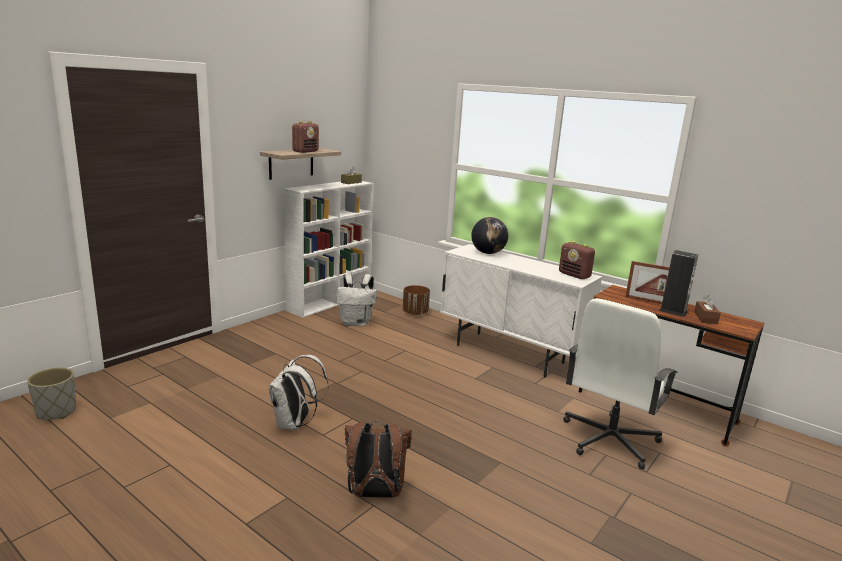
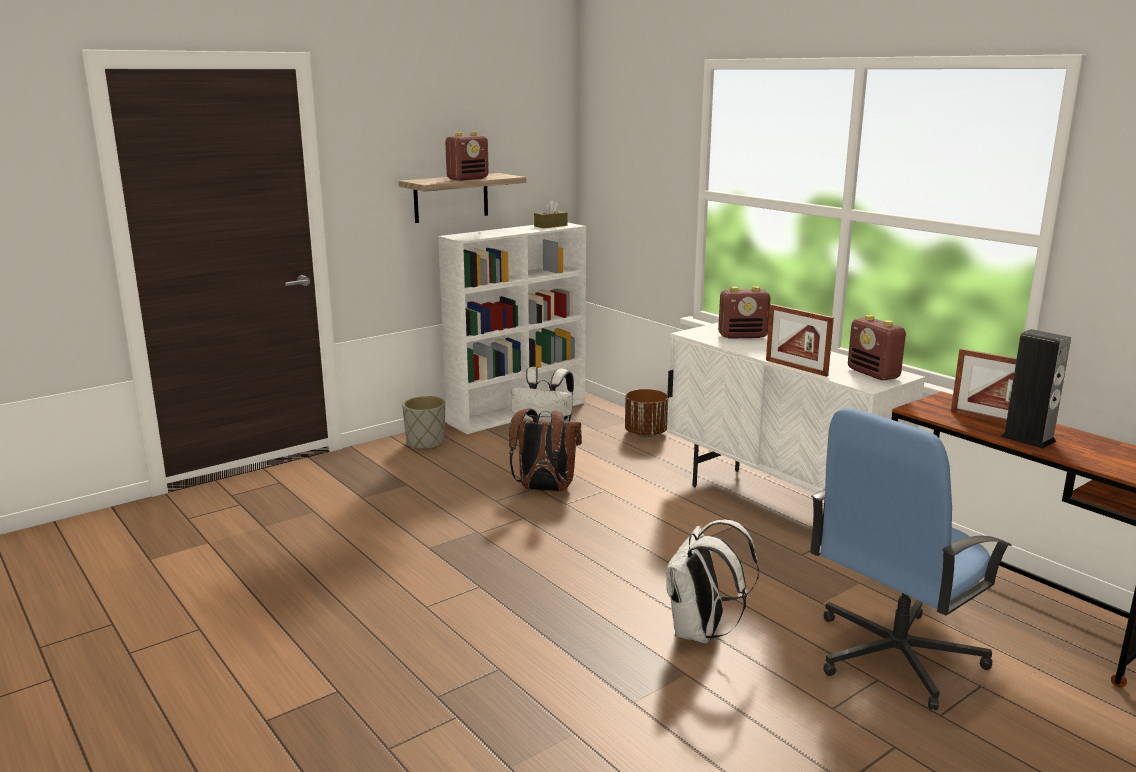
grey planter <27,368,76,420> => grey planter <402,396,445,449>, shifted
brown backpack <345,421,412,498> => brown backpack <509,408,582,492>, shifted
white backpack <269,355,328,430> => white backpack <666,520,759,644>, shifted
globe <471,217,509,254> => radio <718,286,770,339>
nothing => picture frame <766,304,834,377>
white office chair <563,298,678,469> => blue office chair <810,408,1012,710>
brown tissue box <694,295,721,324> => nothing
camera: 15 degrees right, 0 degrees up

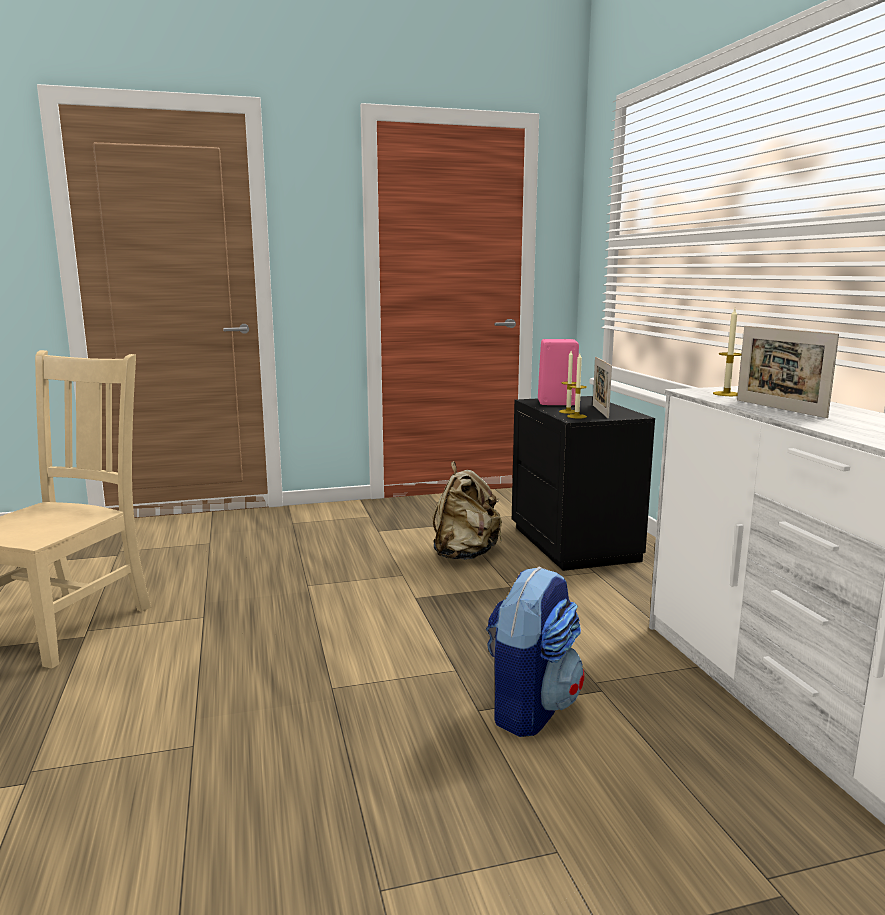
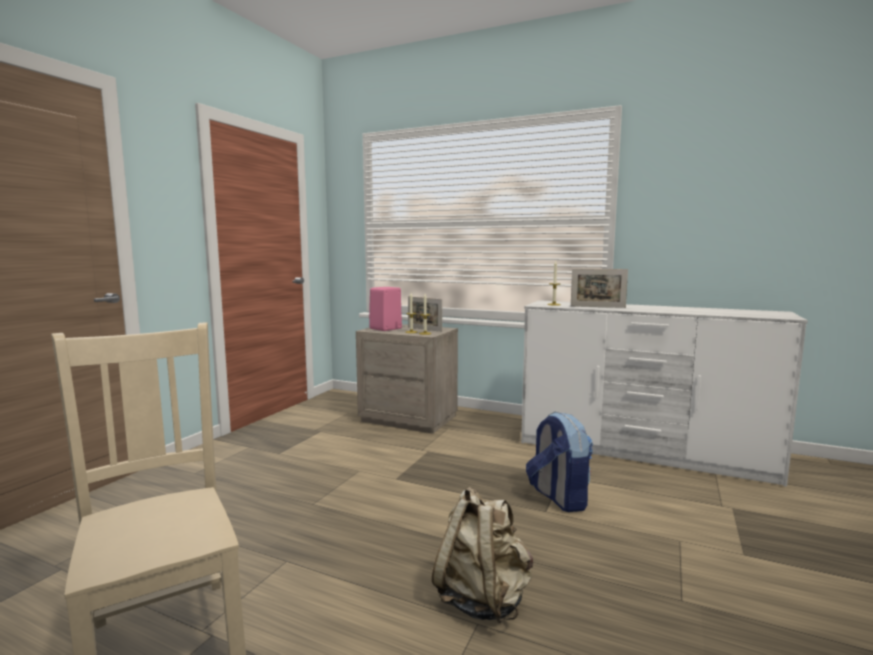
black nightstand <512,396,655,571> => beige nightstand <356,324,458,434>
beige backpack <433,461,502,560> => beige backpack <432,487,533,623>, shifted
camera: 50 degrees left, 5 degrees down

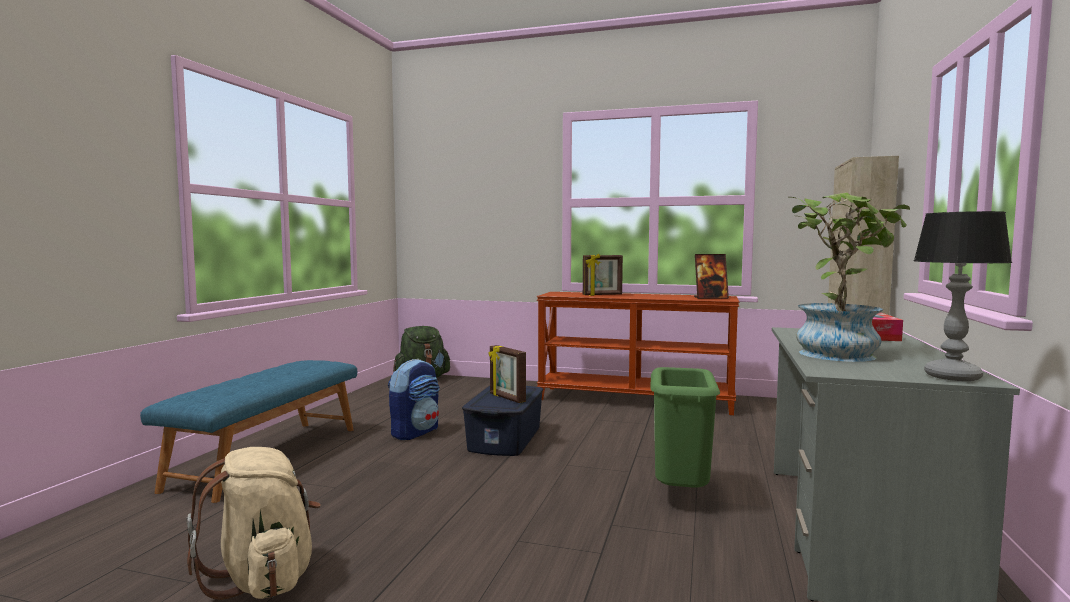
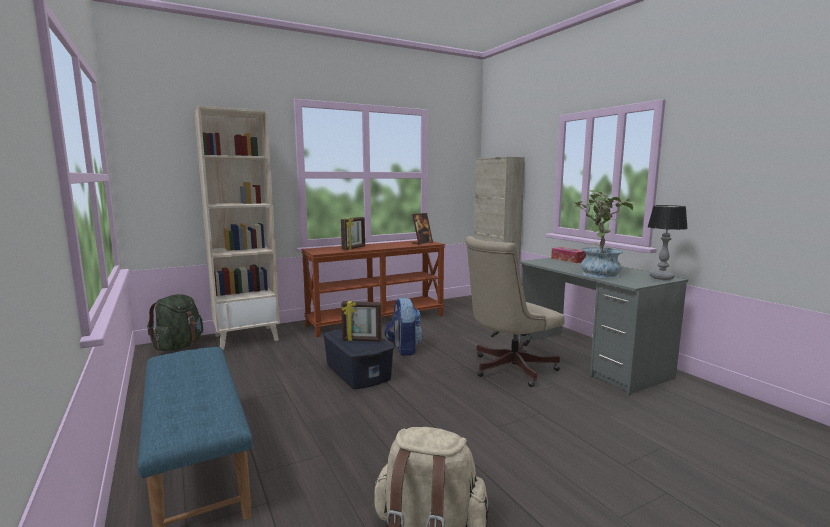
nothing => beige bookcase <194,106,280,350>
backpack <388,359,440,440> => backpack <384,297,423,356>, shifted
green trash can <650,367,720,488> => beige office chair <465,236,564,387>
camera: 45 degrees left, 5 degrees up

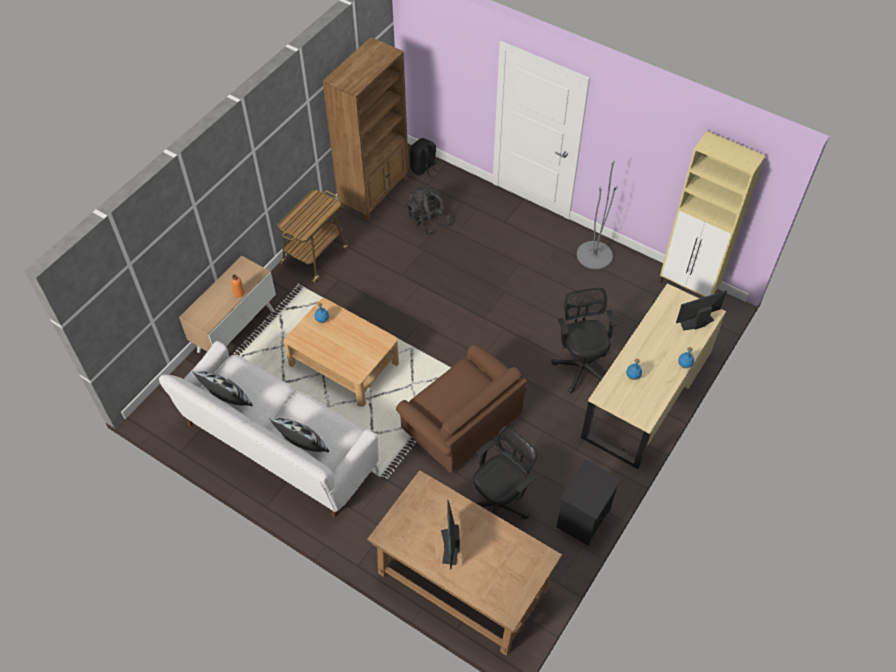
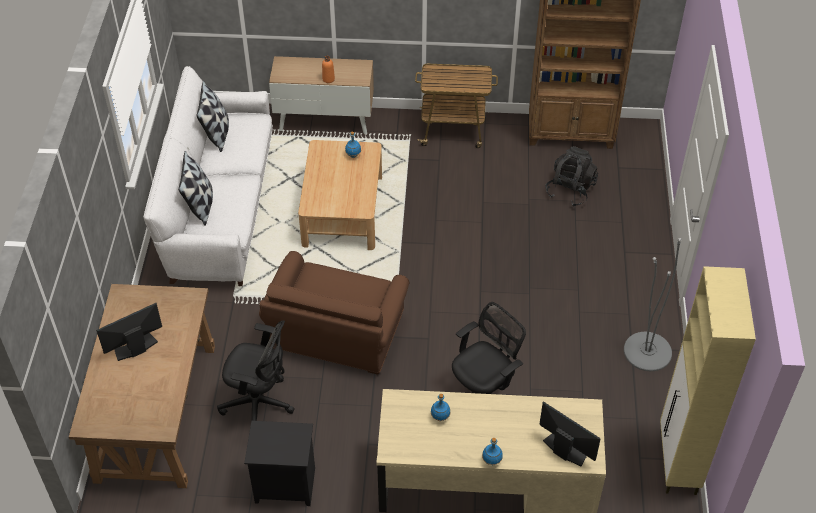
black backpack <410,138,439,178> => nothing
camera: 60 degrees right, 5 degrees down

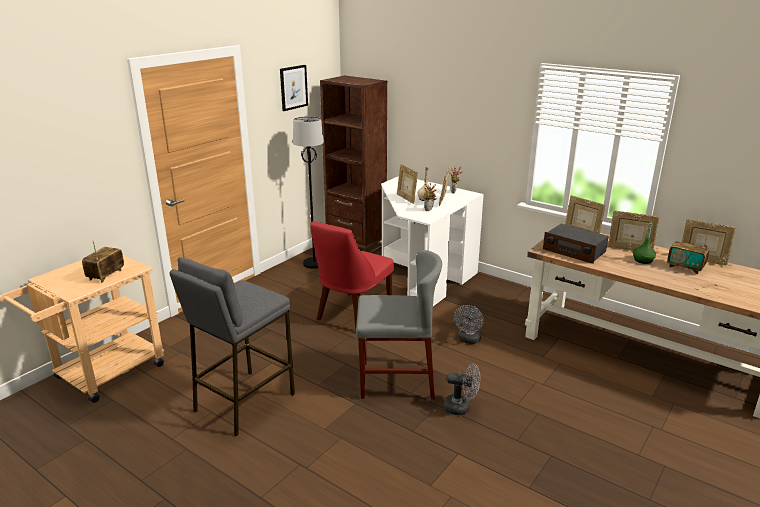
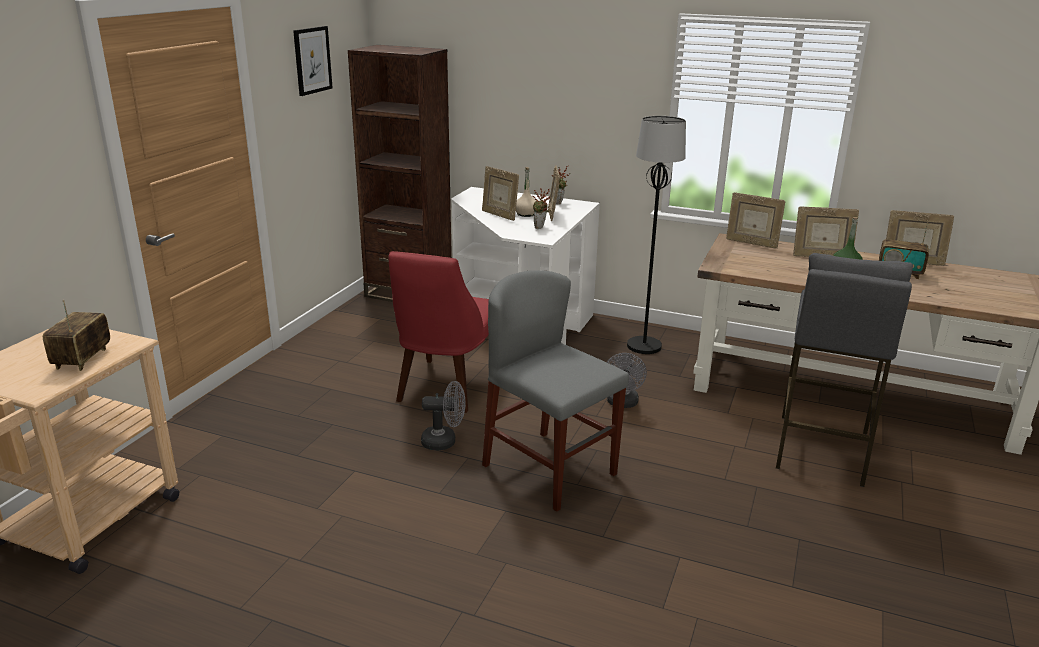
grey fan <443,364,481,415> => grey fan <421,381,466,450>, shifted
grey chair <356,250,442,400> => grey chair <482,270,629,512>, 120 degrees counterclockwise
black floor lamp <293,116,324,269> => black floor lamp <627,116,686,354>, shifted
grey stool <169,257,295,436> => grey stool <776,253,913,487>, shifted
radio <543,224,609,264> => nothing
camera: 15 degrees left, 0 degrees up

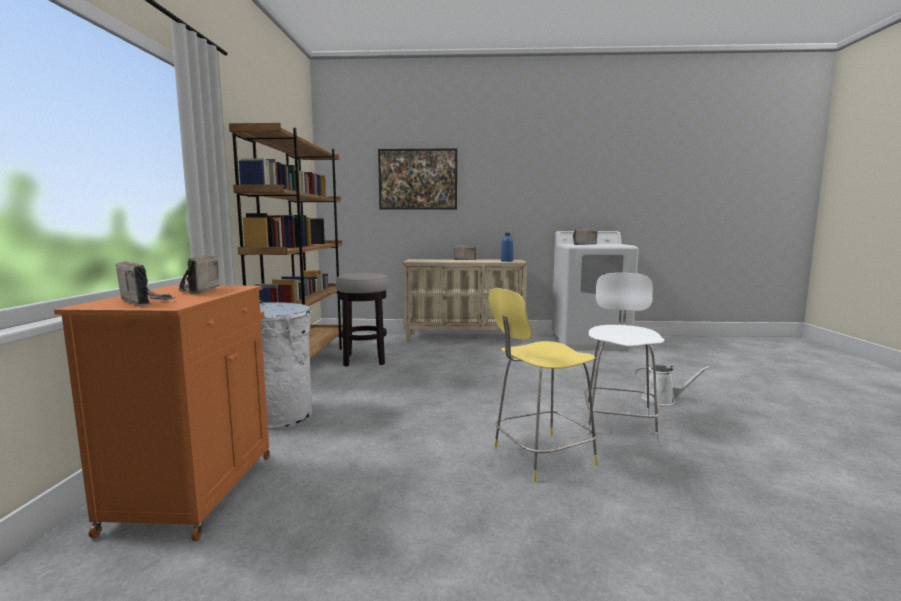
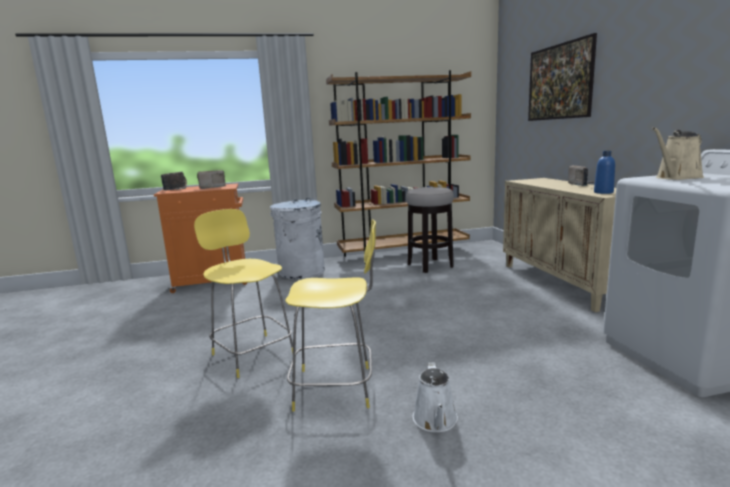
white stool <584,273,665,442> => yellow stool <285,220,376,412>
radio <573,229,598,245> => beige watering can <652,127,704,180>
camera: 75 degrees right, 5 degrees up

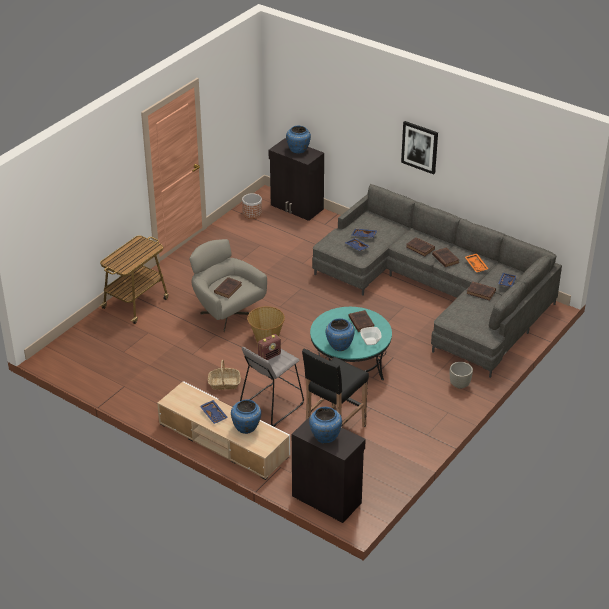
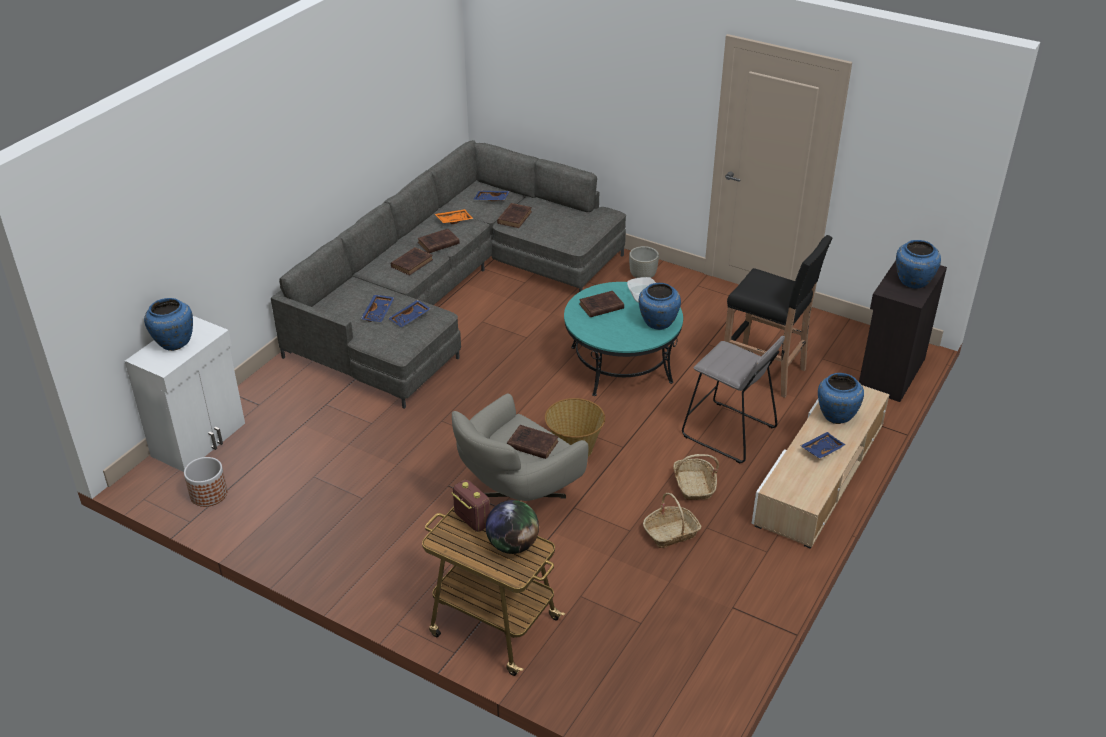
black cabinet <269,138,324,221> => white cabinet <125,316,245,472>
radio <258,334,281,360> => radio <451,480,490,532>, shifted
nothing => globe <486,500,539,554>
nothing => basket <643,493,701,548>
picture <401,121,438,174> => nothing
camera: 95 degrees left, 0 degrees up

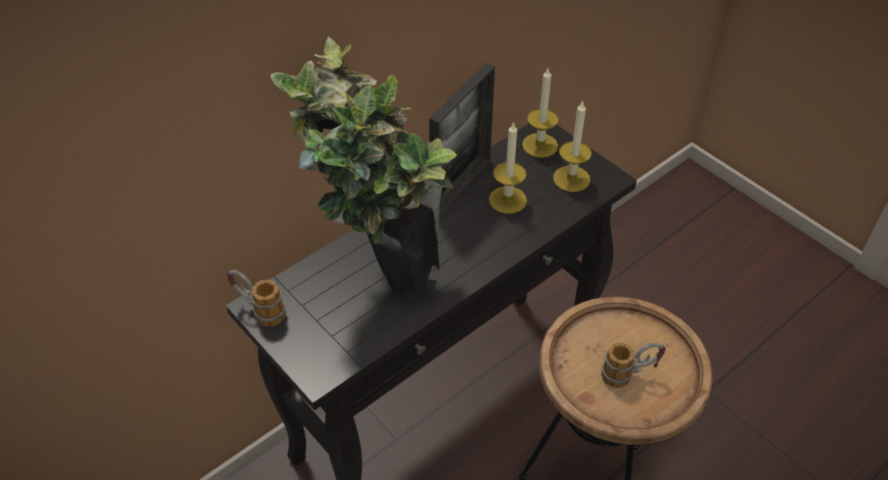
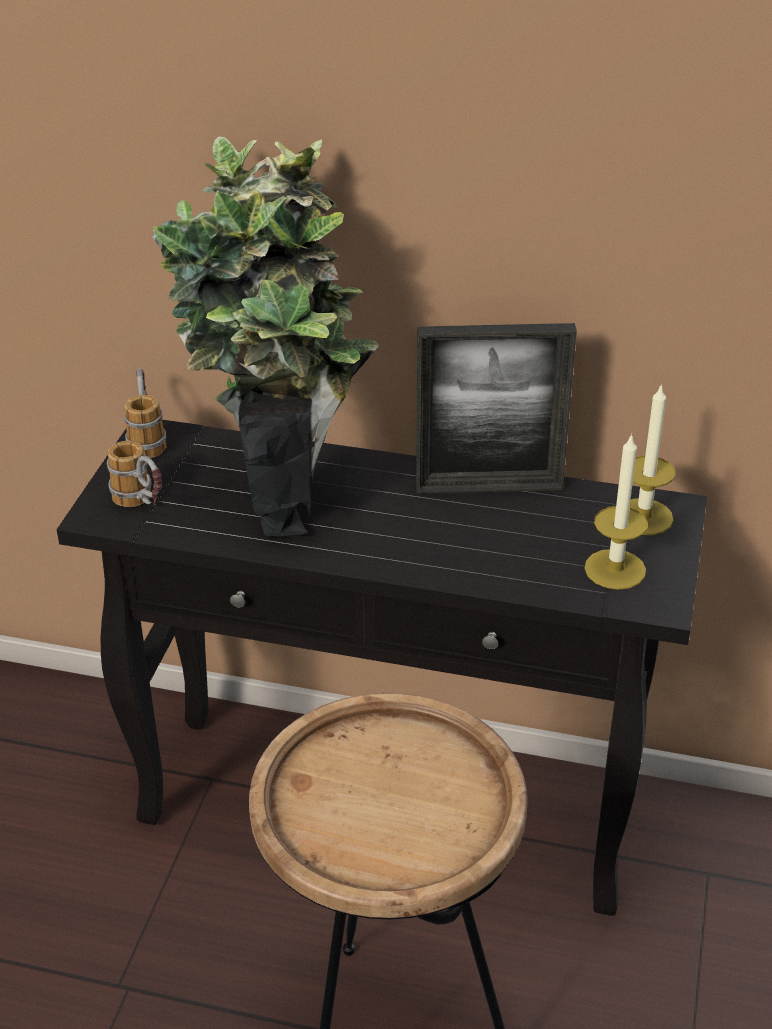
mug <601,342,666,388> => mug <107,441,162,507>, shifted
candle <489,121,527,214> => nothing
camera: 55 degrees right, 10 degrees down

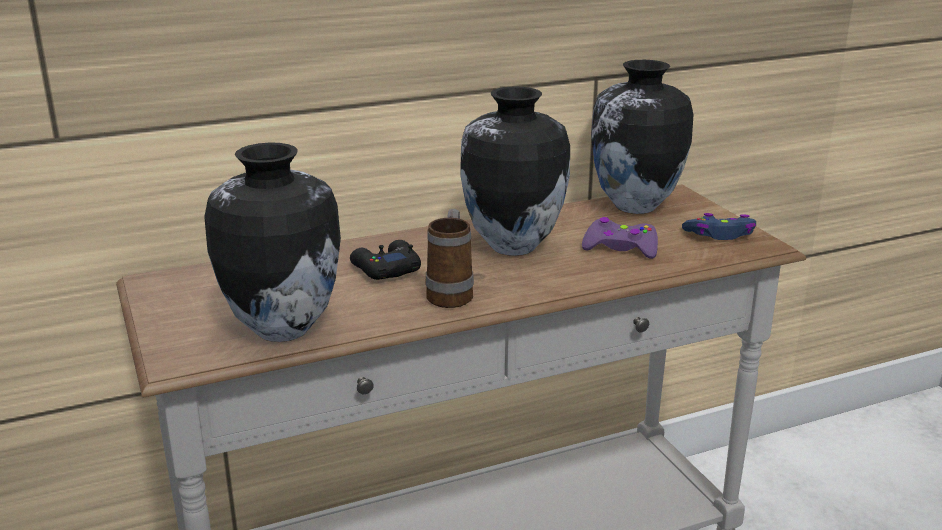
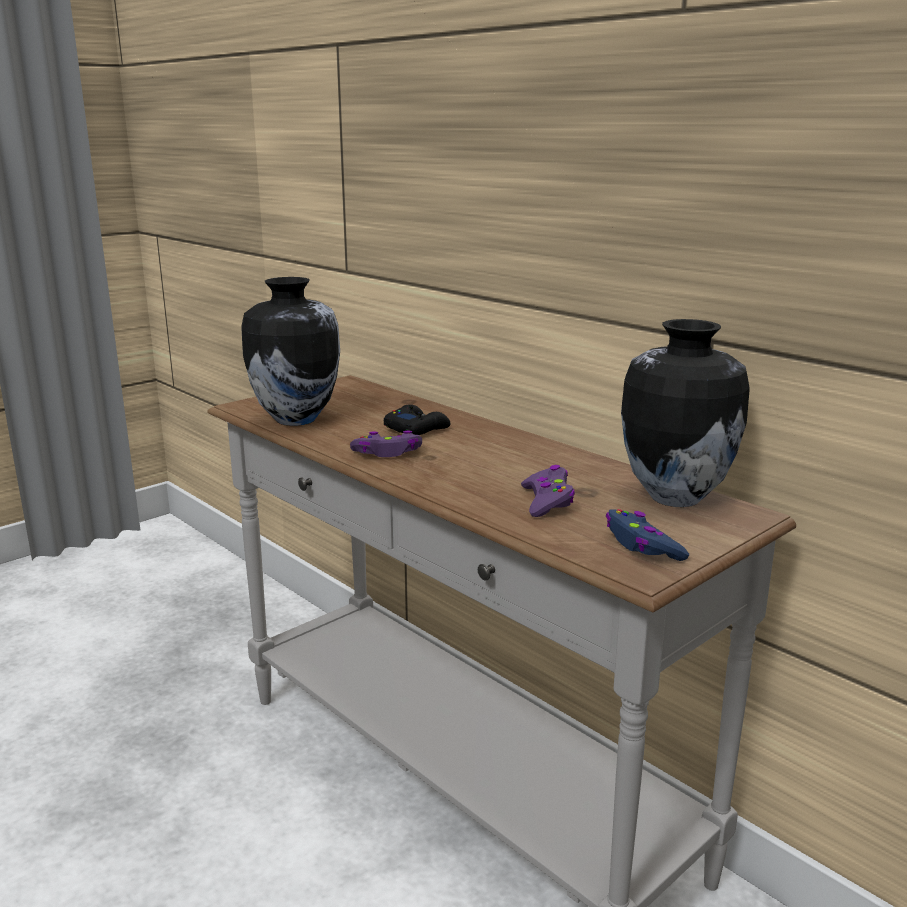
mug <426,209,474,308> => purple game controller <350,430,422,457>
vase <460,86,570,256> => nothing
camera: 70 degrees right, 5 degrees down

